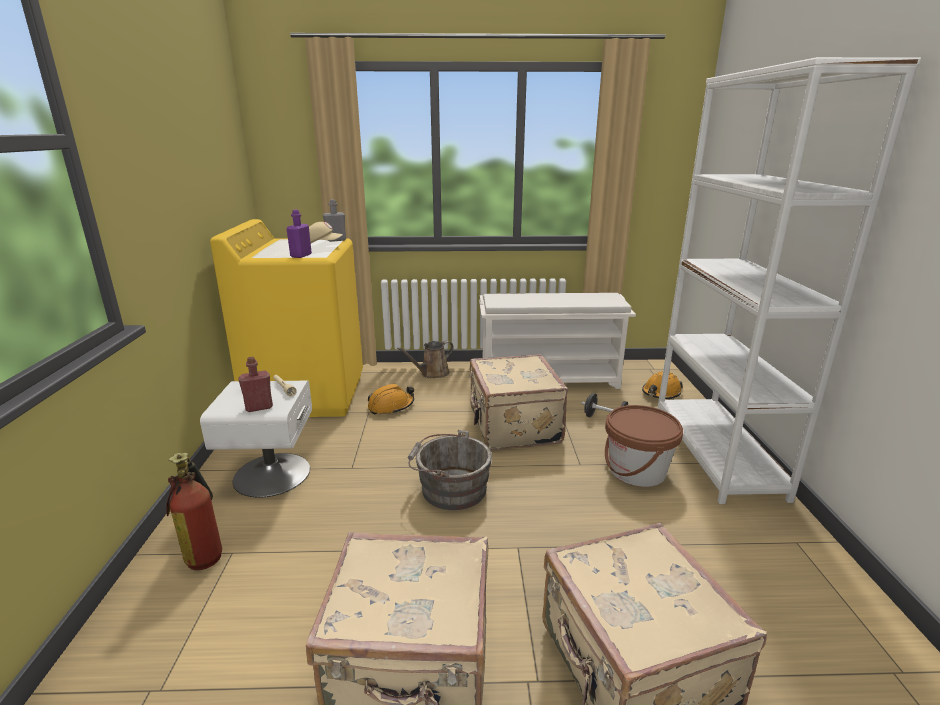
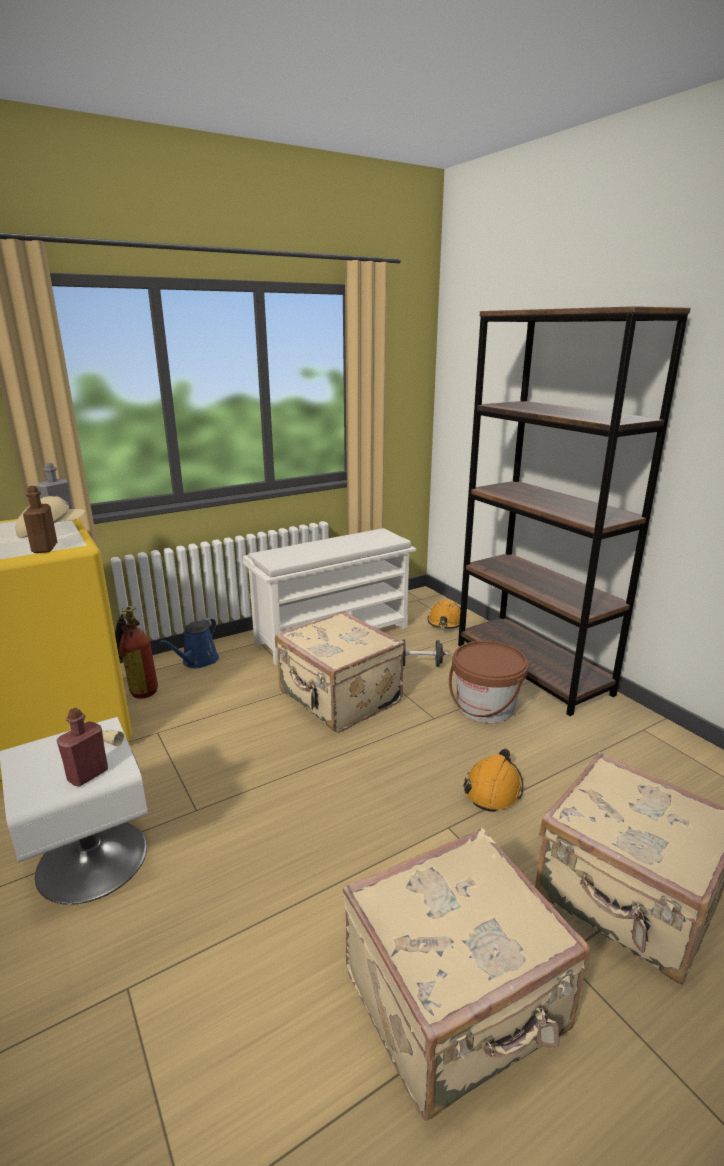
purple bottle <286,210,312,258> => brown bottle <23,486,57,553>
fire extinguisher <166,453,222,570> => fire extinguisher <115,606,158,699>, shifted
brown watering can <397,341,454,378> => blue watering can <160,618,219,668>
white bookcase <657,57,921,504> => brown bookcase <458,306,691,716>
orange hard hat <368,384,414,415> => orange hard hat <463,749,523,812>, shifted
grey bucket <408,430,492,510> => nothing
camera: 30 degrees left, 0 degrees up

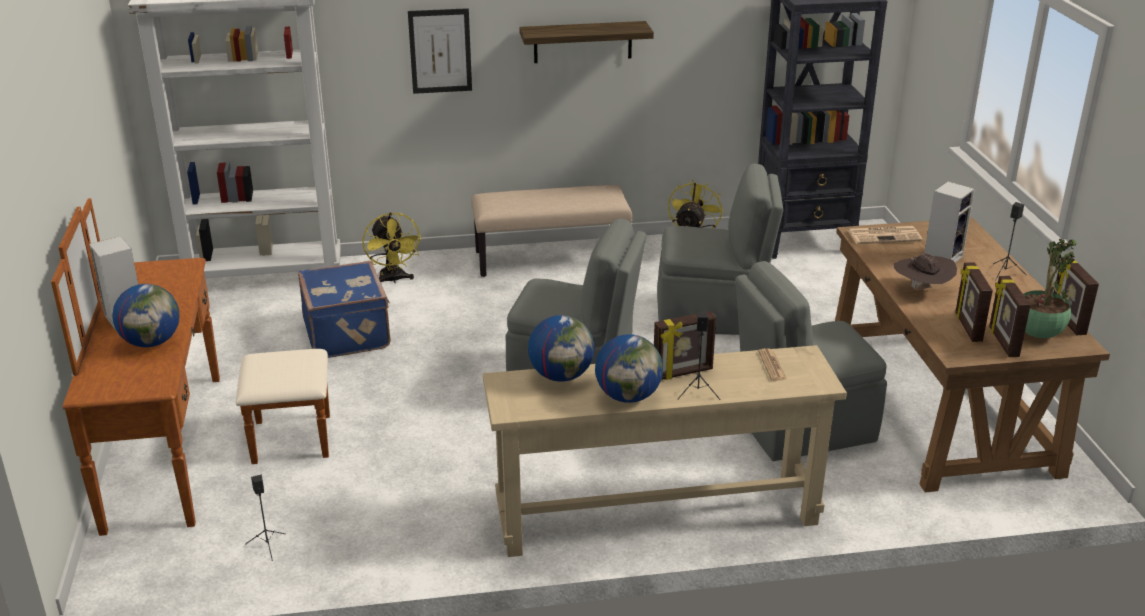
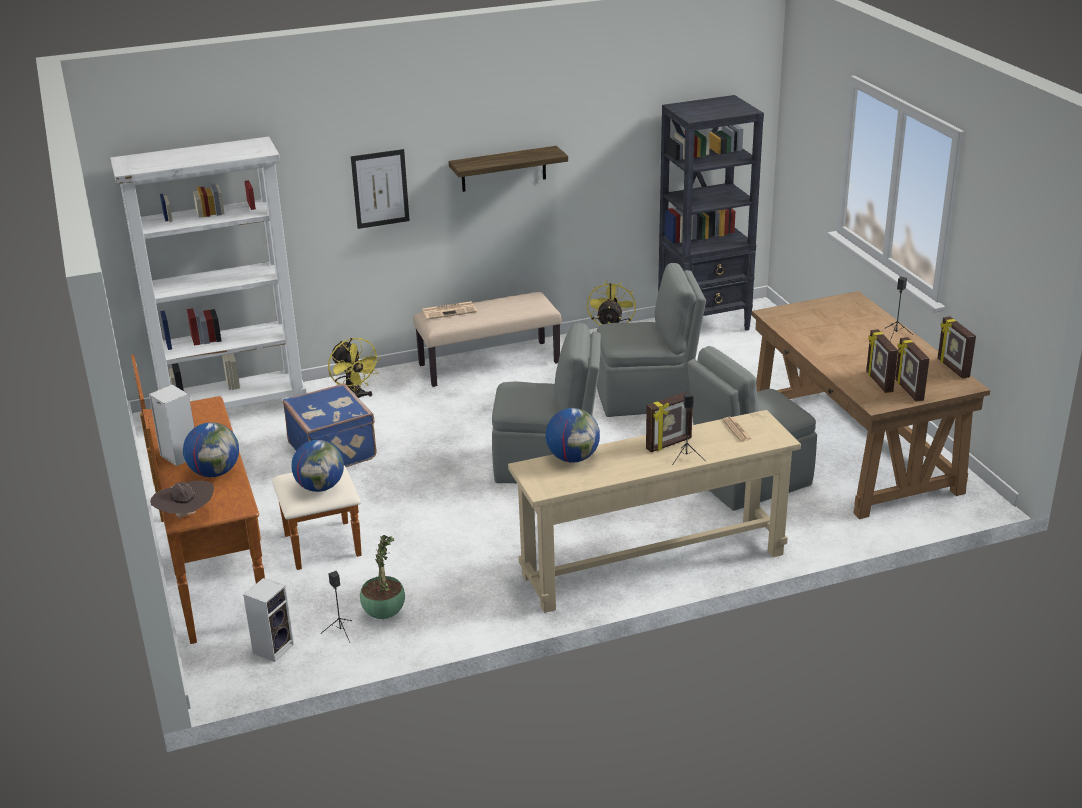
brown hat <894,253,957,290> => brown hat <150,481,214,518>, shifted
speaker <924,181,975,263> => speaker <243,578,294,662>, shifted
globe <595,334,663,403> => globe <291,440,344,492>, shifted
potted plant <1023,239,1076,338> => potted plant <360,535,405,619>, shifted
newspaper <847,226,922,244> => newspaper <422,301,477,320>, shifted
camera: 10 degrees left, 0 degrees up

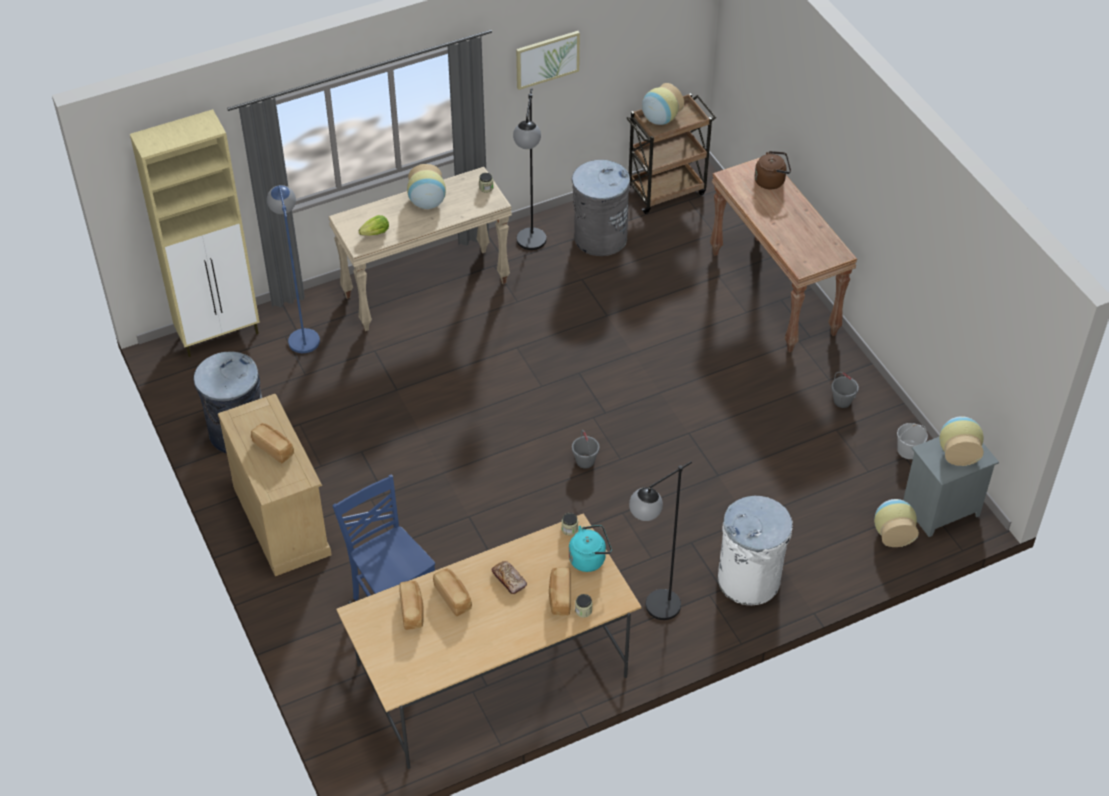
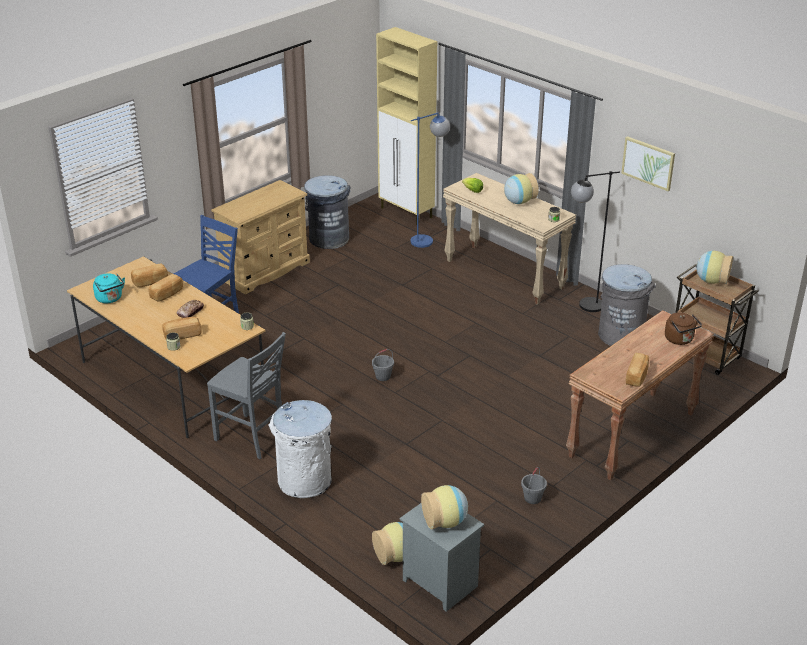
turquoise kettle <569,525,612,572> => turquoise kettle <93,273,125,303>, shifted
black floor lamp <629,461,692,620> => grey chair <207,332,286,459>
bread <251,423,294,463> => bread <626,353,649,387>, shifted
white bucket <897,423,928,459> => nothing
camera: 70 degrees right, 15 degrees down

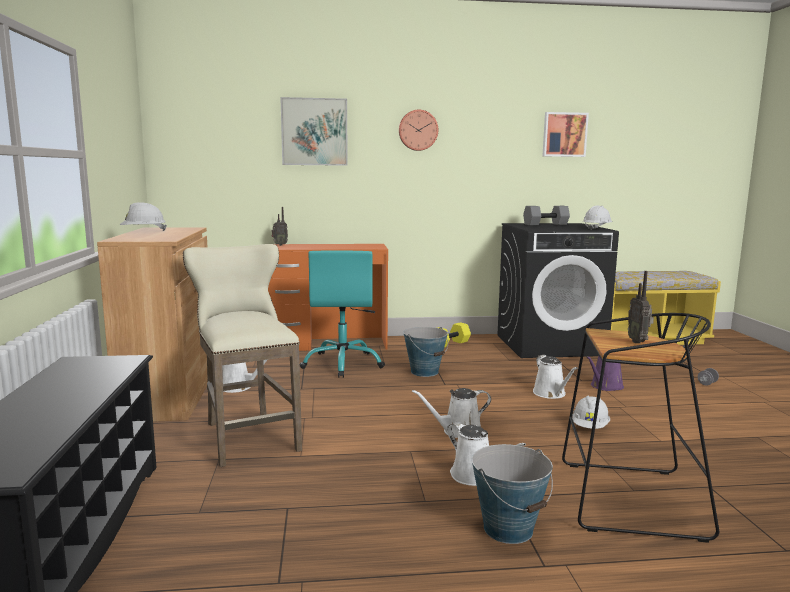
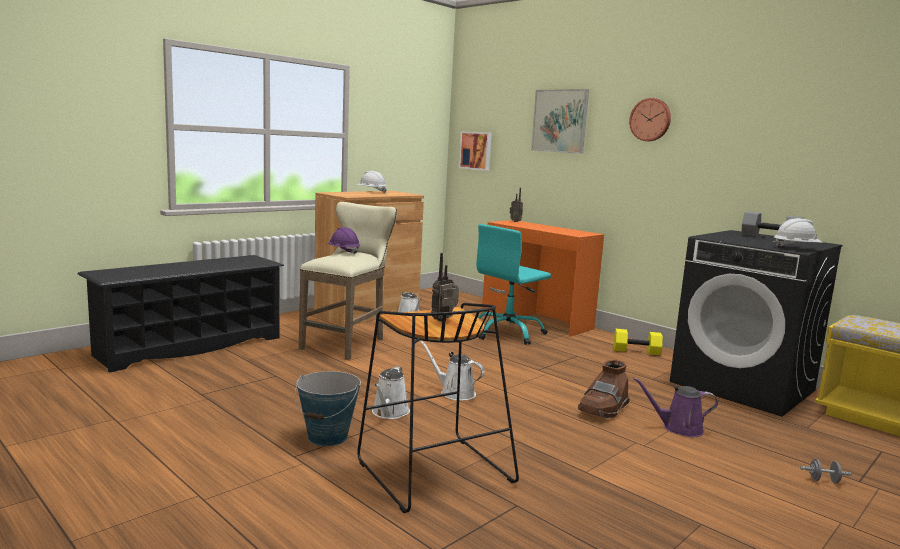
nothing => purple hard hat <327,227,360,255>
picture <543,112,589,157> => picture <459,131,492,171>, shifted
white watering can <533,355,578,399> => brown boot <578,360,630,418>
bucket <403,327,448,377> => nothing
white hard hat <572,396,610,429> => nothing
camera: 50 degrees right, 0 degrees up

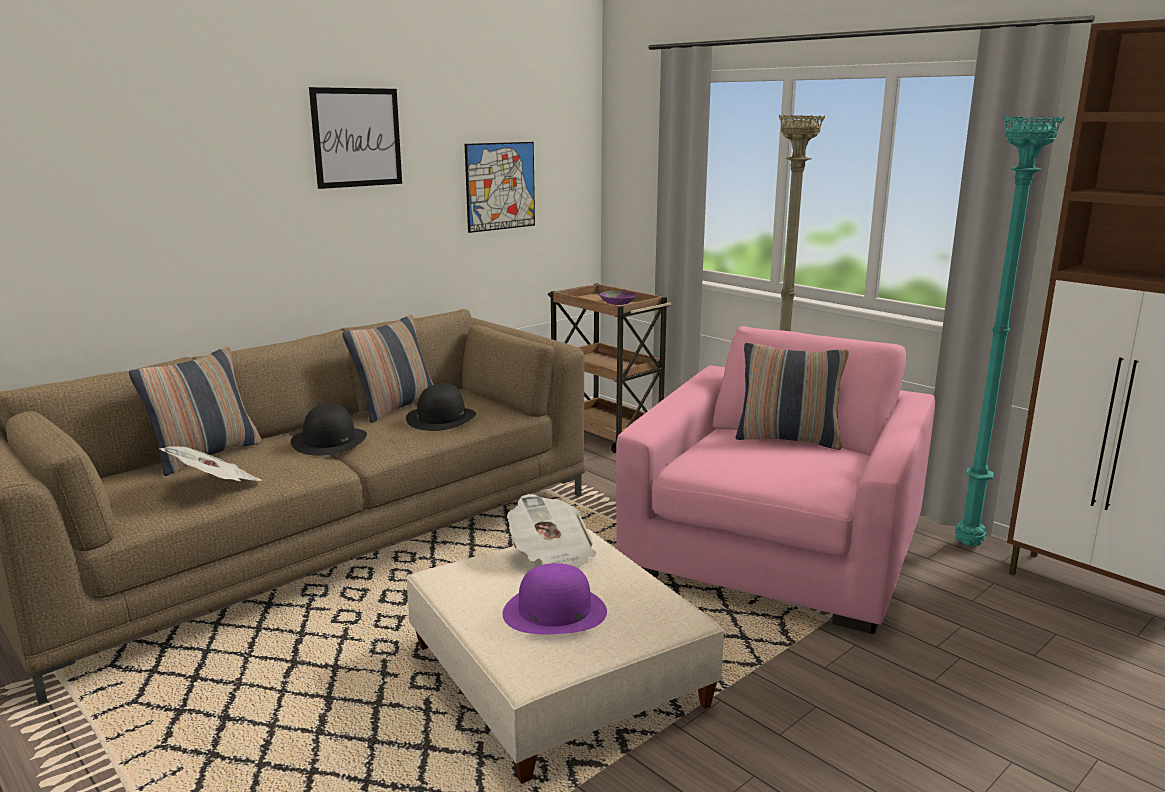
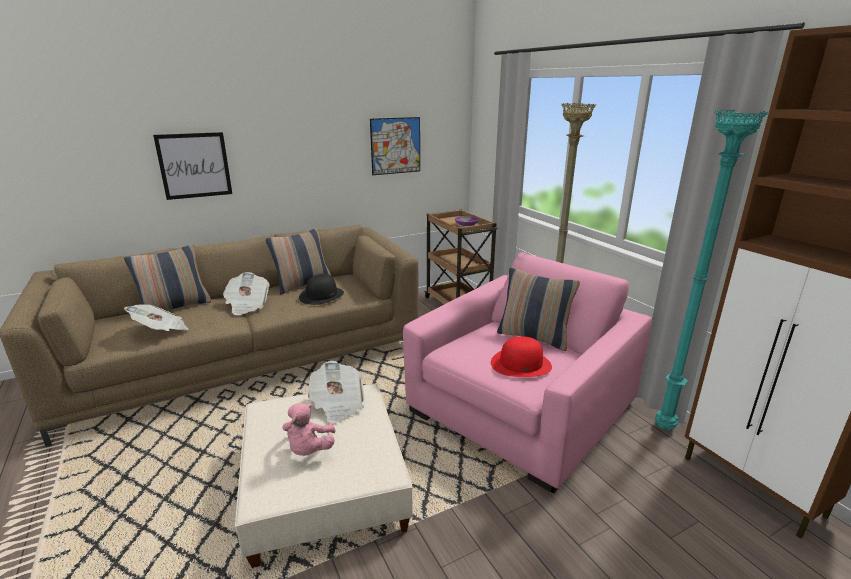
picture <309,87,402,189> => picture <153,132,232,200>, shifted
black hat <291,403,367,456> => newspaper <223,272,270,315>
purple hat <503,563,607,634> => pink plush toy <282,403,336,456>
nothing => red hat <491,336,552,377>
camera: 15 degrees right, 5 degrees up

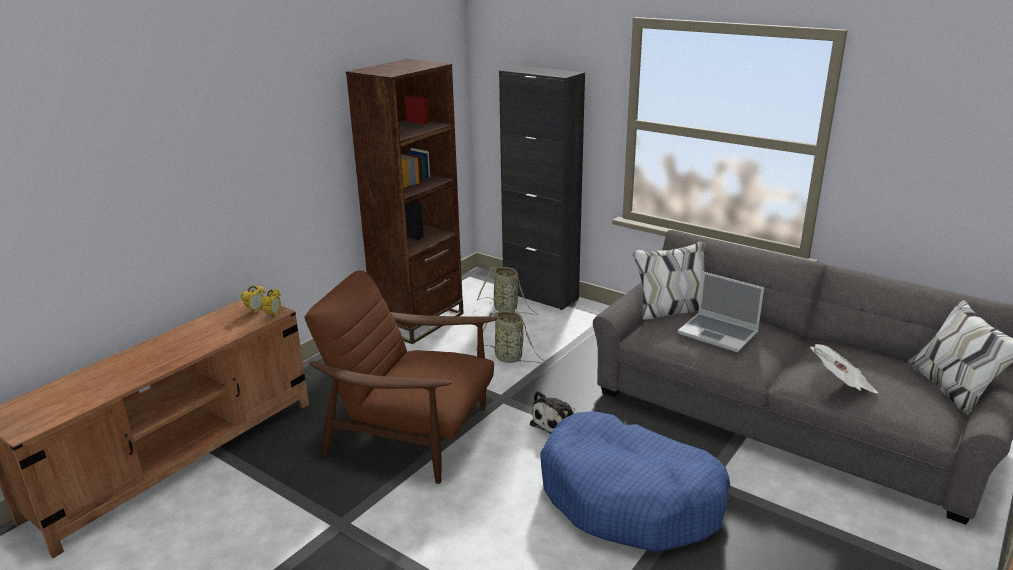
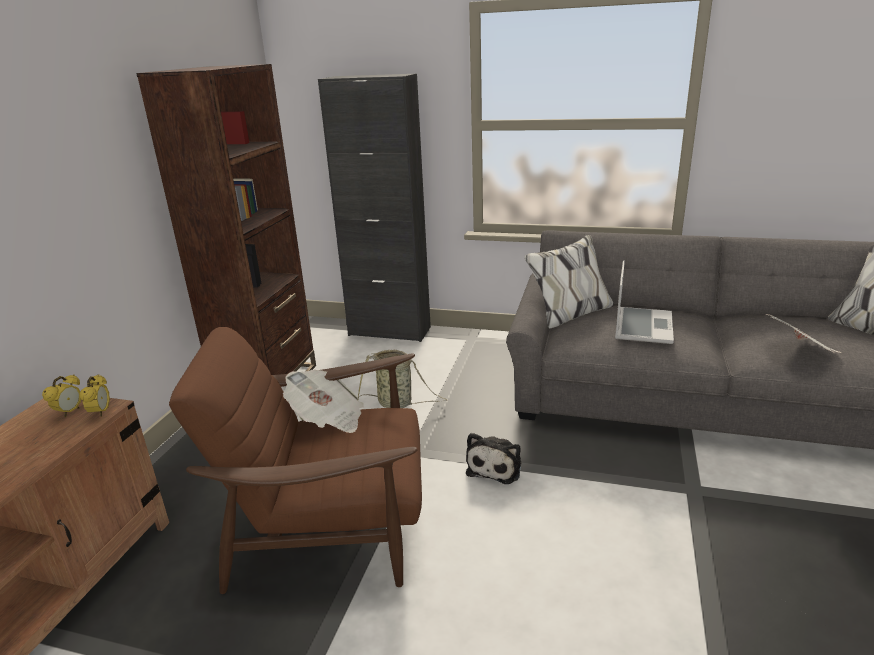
nothing => newspaper <283,370,364,433>
laptop <678,272,764,352> => laptop <615,260,674,344>, 90 degrees counterclockwise
basket <477,267,538,315> => nothing
blue dog bed <540,411,730,552> => nothing
camera: 20 degrees left, 0 degrees up

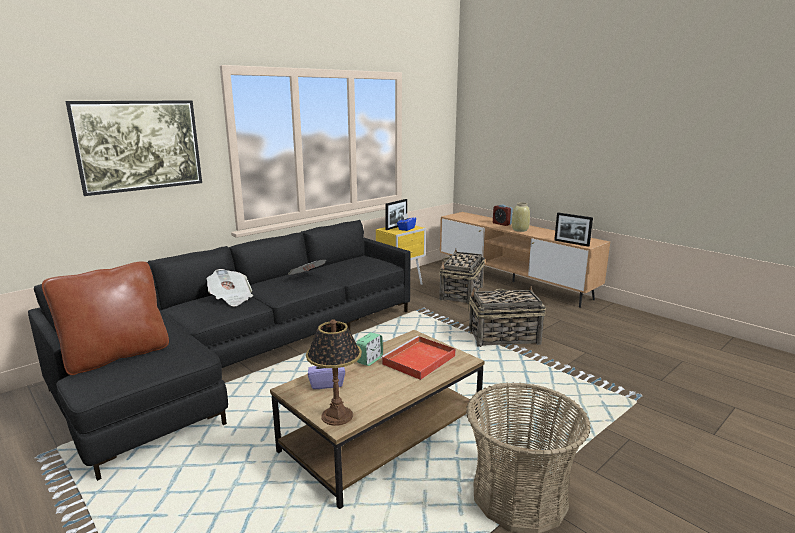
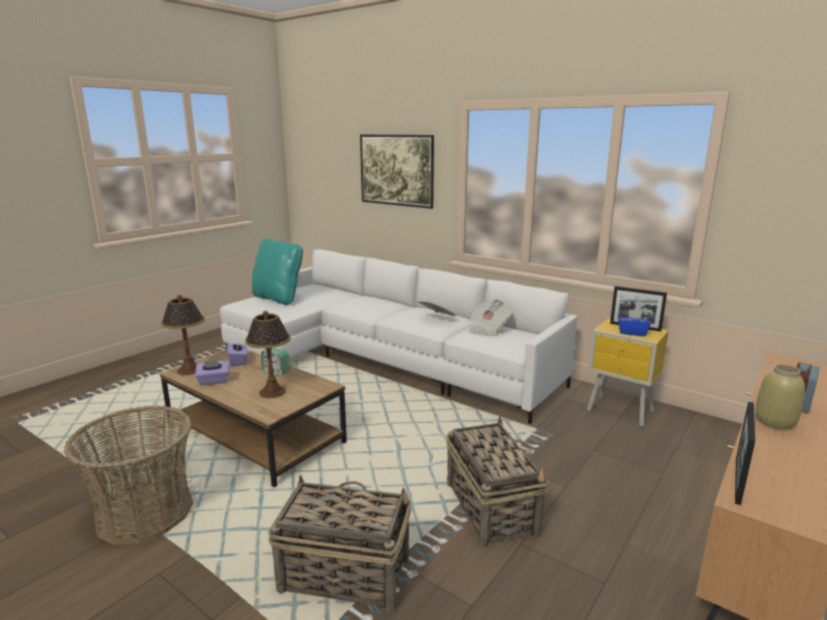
nothing => purple tissue box <195,360,229,385>
black sofa <28,220,411,481> => white sofa <220,249,578,424>
red tray <381,336,456,380> => table lamp <245,311,291,398>
brown pillow <42,262,169,375> => turquoise pillow <252,238,303,305>
basket <439,249,485,304> => basket <268,474,412,613>, shifted
newspaper <207,269,253,307> => newspaper <468,299,512,335>, shifted
camera: 80 degrees right, 0 degrees up

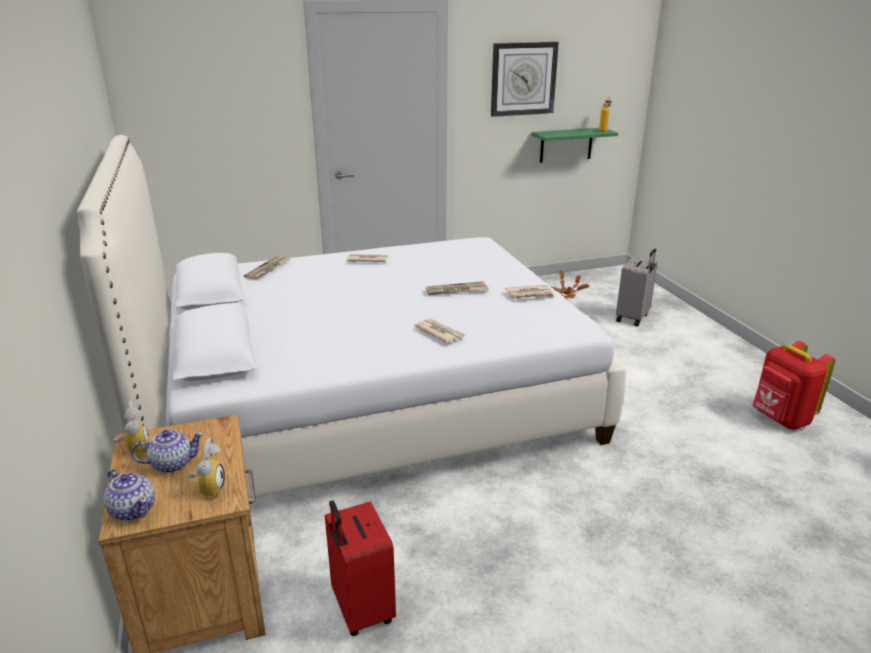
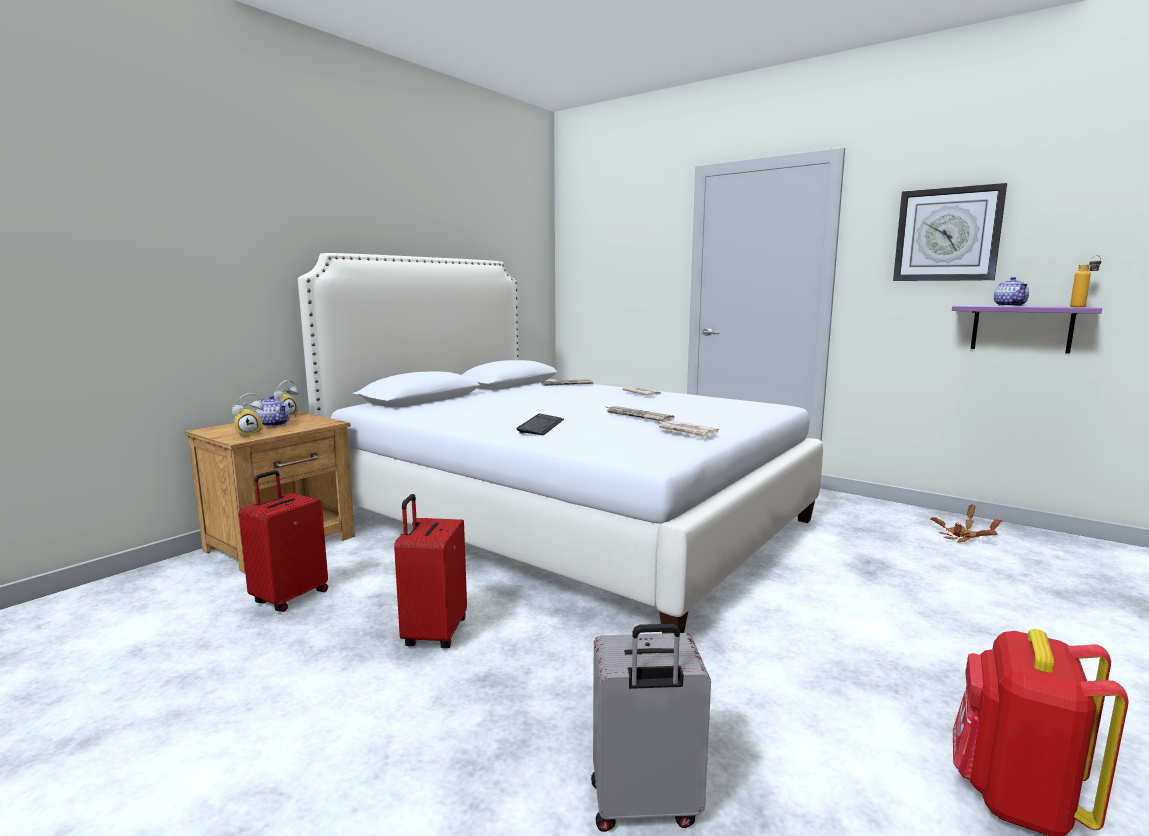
nothing => red suitcase <394,494,467,648>
newspaper <414,319,465,343> => keyboard <516,413,564,436>
grey suitcase <616,249,657,326> => grey suitcase <591,624,711,832>, shifted
green shelf <531,128,618,163> => purple shelf <952,305,1102,354>
teapot <104,469,155,521> => teapot <994,277,1029,306>, shifted
camera: 55 degrees right, 15 degrees down

